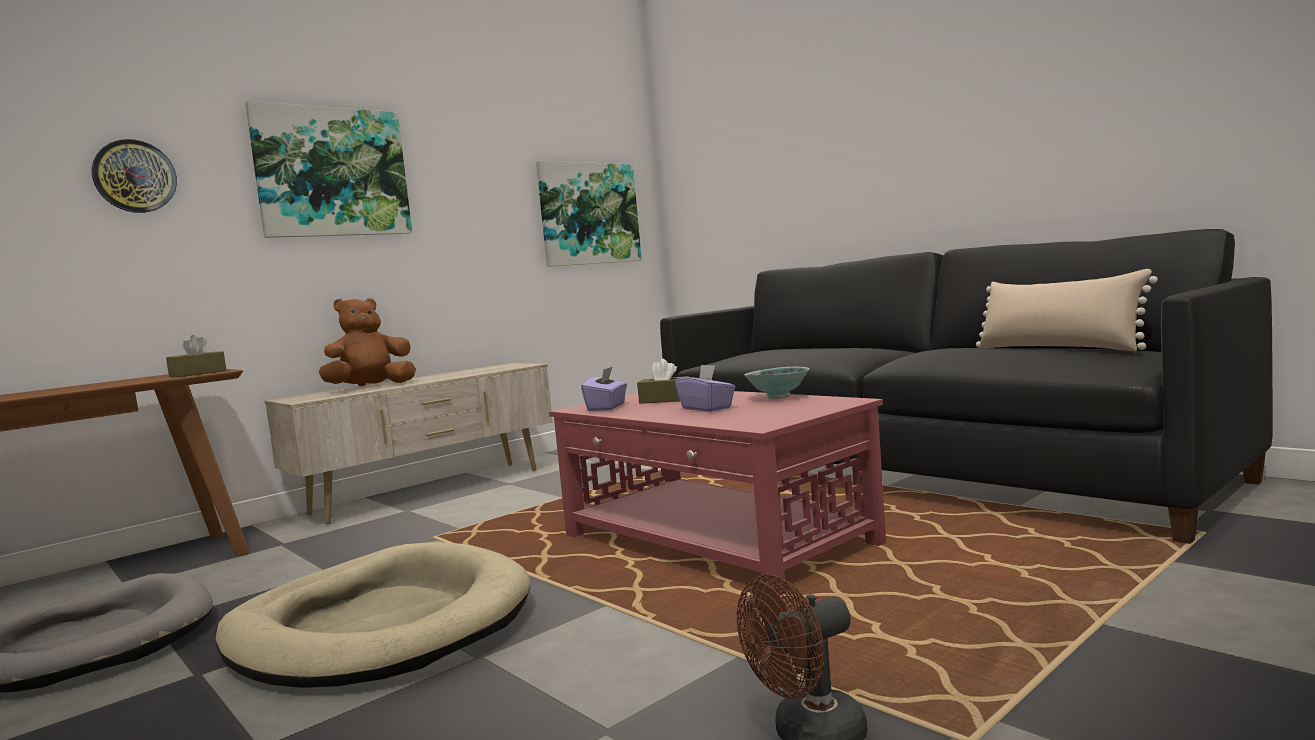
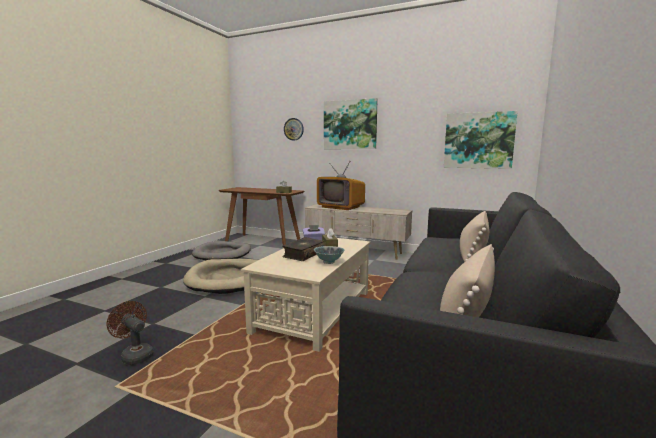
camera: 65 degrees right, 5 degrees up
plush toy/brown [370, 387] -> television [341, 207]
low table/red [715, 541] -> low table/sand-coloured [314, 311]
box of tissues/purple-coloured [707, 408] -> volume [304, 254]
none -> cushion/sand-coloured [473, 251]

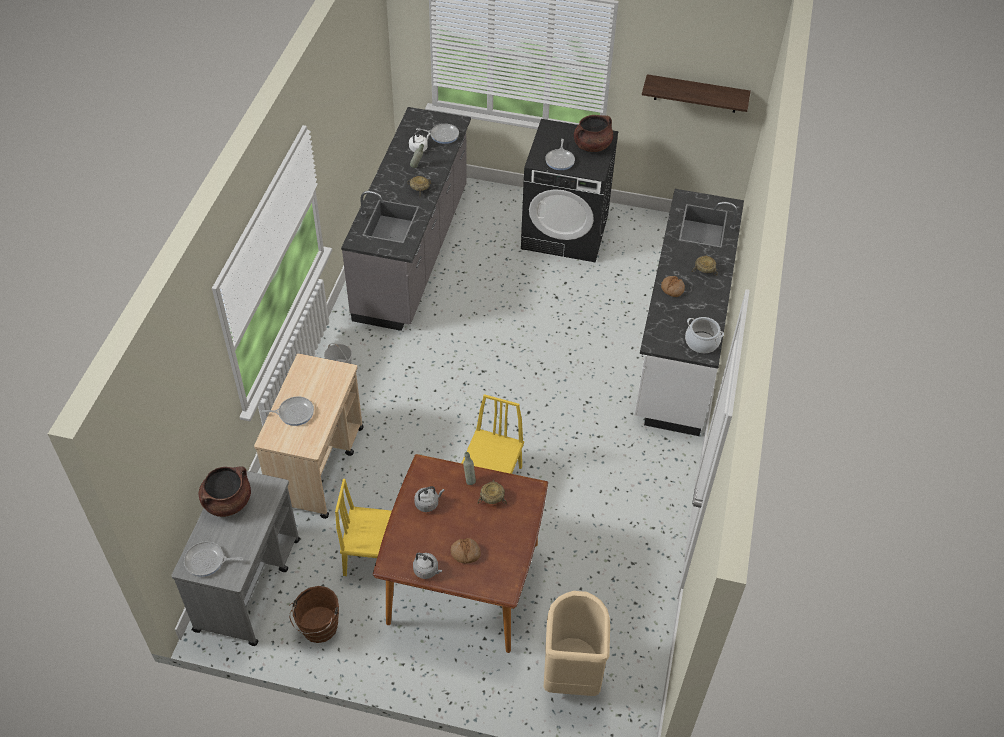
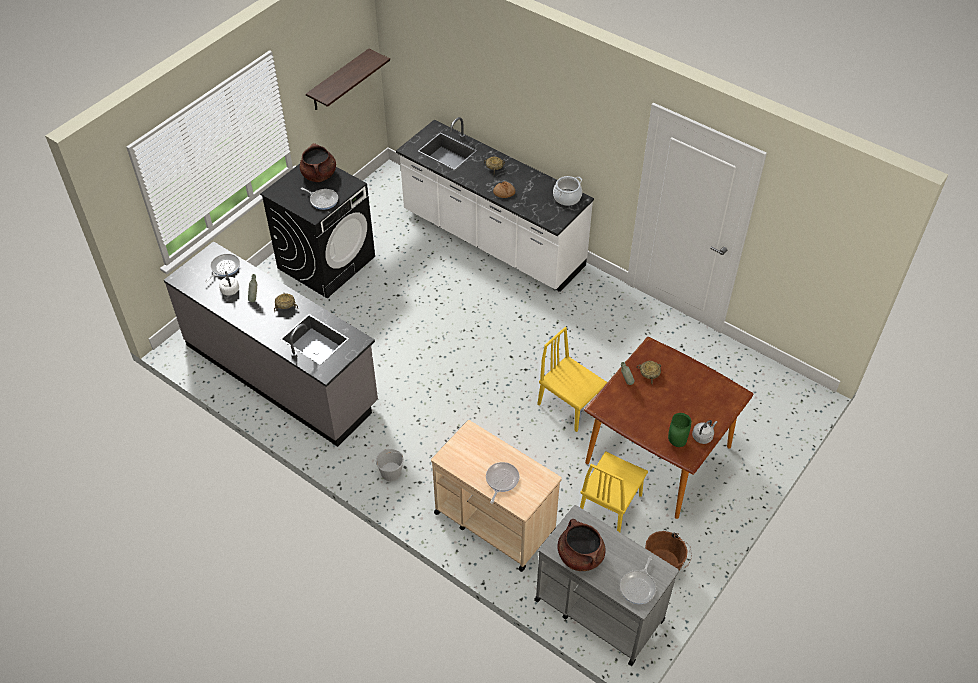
camera: 65 degrees left, 0 degrees up
tea kettle/grey [428, 503] -> none
baked bread [465, 553] -> none
rubbish bin/sand-coloured [570, 674] -> none
none -> decorative vase/green [677, 443]

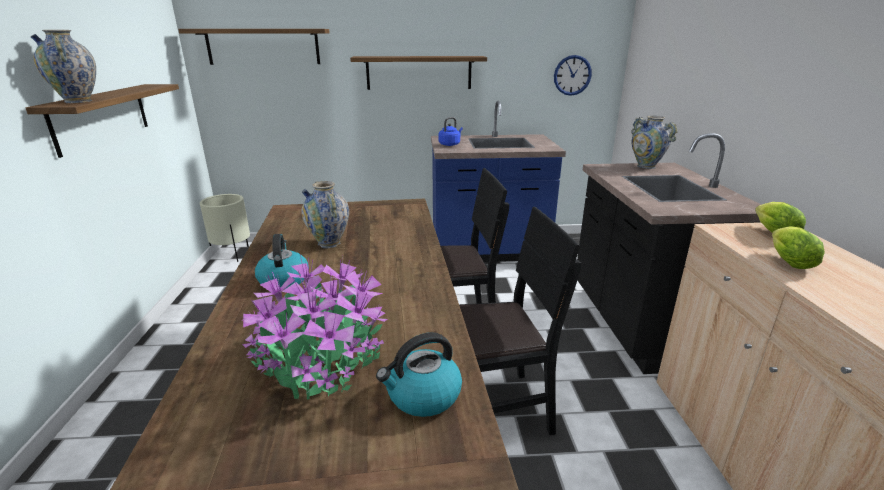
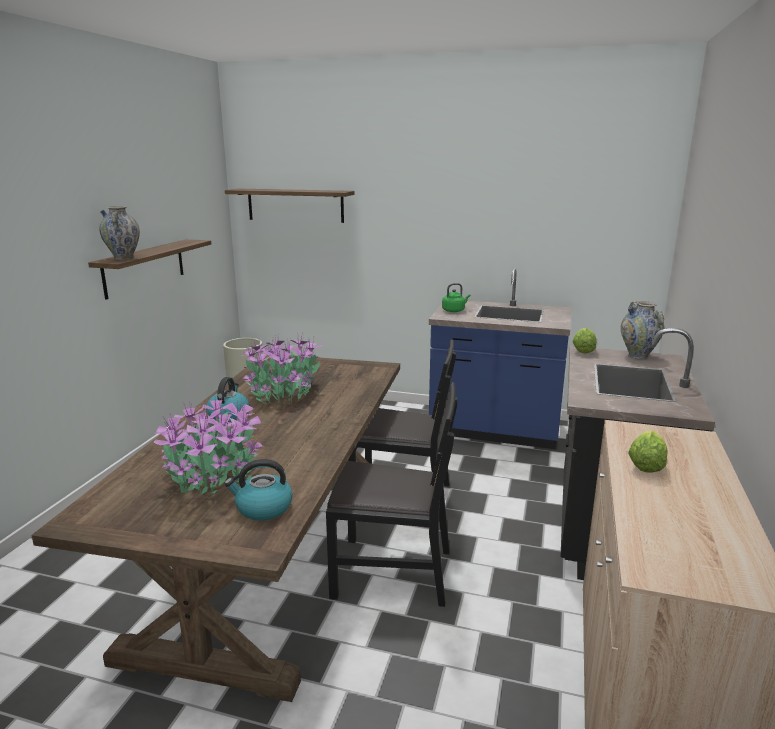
camera: 20 degrees right, 5 degrees down
decorative vase [329, 243] -> plant in a pot [283, 392]
shelf [419, 72] -> none
tea kettle/blue [450, 144] -> tea kettle/green [454, 310]
hanging clock [572, 75] -> none
lettuce head [771, 232] -> lettuce head [583, 350], shifted

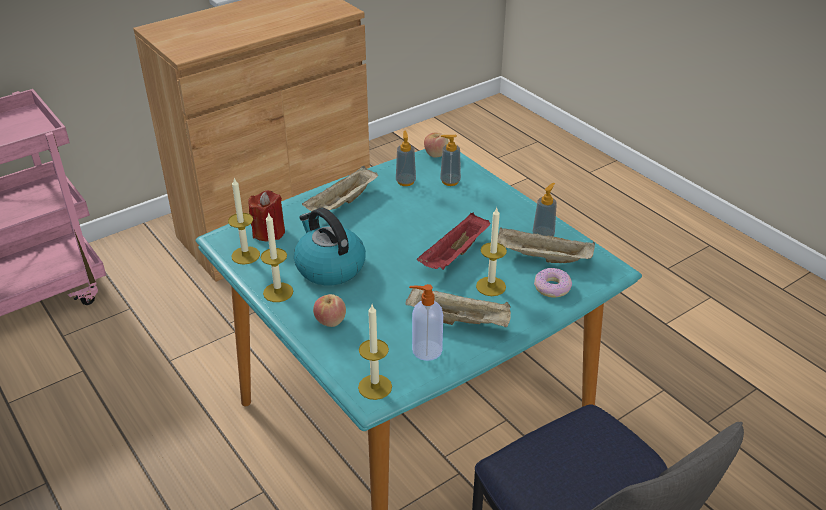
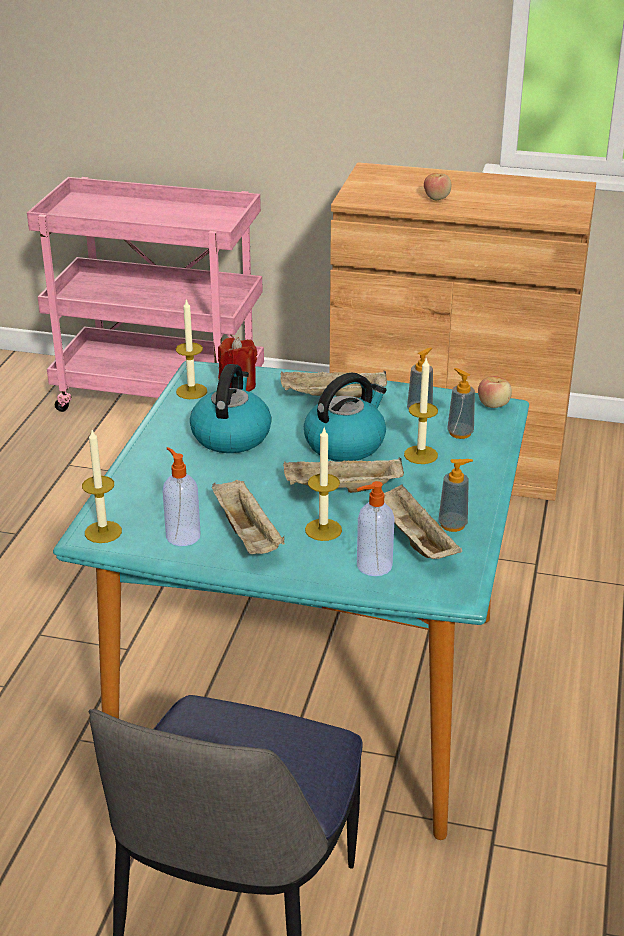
camera: 50 degrees right, 5 degrees down
wax light [278, 292] -> wax light [420, 455], shifted
apple [330, 321] -> apple [436, 198], shifted
carrying tray/red [454, 256] -> carrying tray/sand-coloured [341, 489]
ring doughnut [552, 287] -> soap dispenser [373, 566]
none -> tea kettle [345, 443]

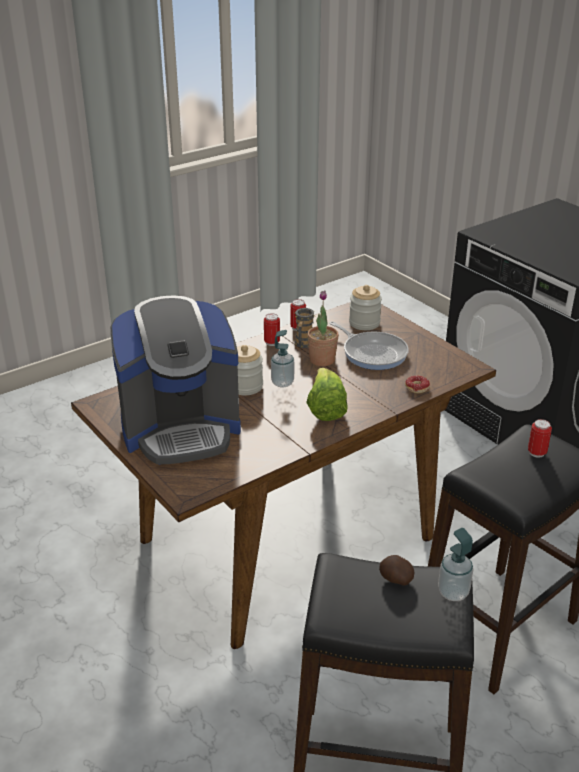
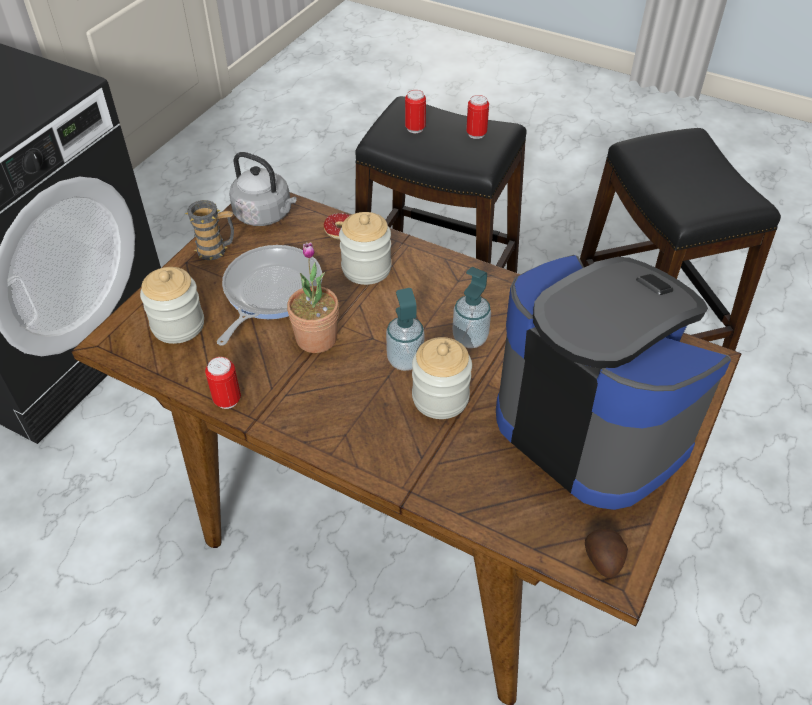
camera: 115 degrees left, 15 degrees up
sealed can [272, 342] -> sealed can [476, 134], shifted
mug [303, 345] -> mug [217, 250], shifted
lettuce head [325, 409] -> none
spud [395, 579] -> spud [603, 561], shifted
soap dispenser [453, 592] -> soap dispenser [470, 338], shifted
none -> tea kettle/grey [265, 215]
none -> storage jar [366, 268]

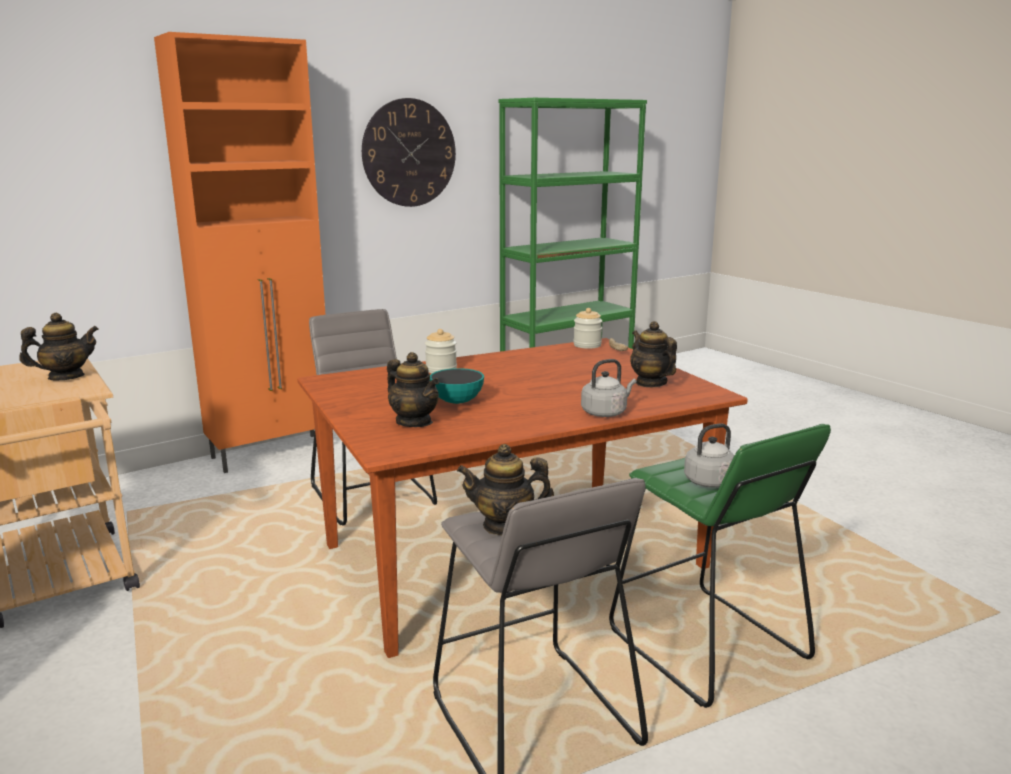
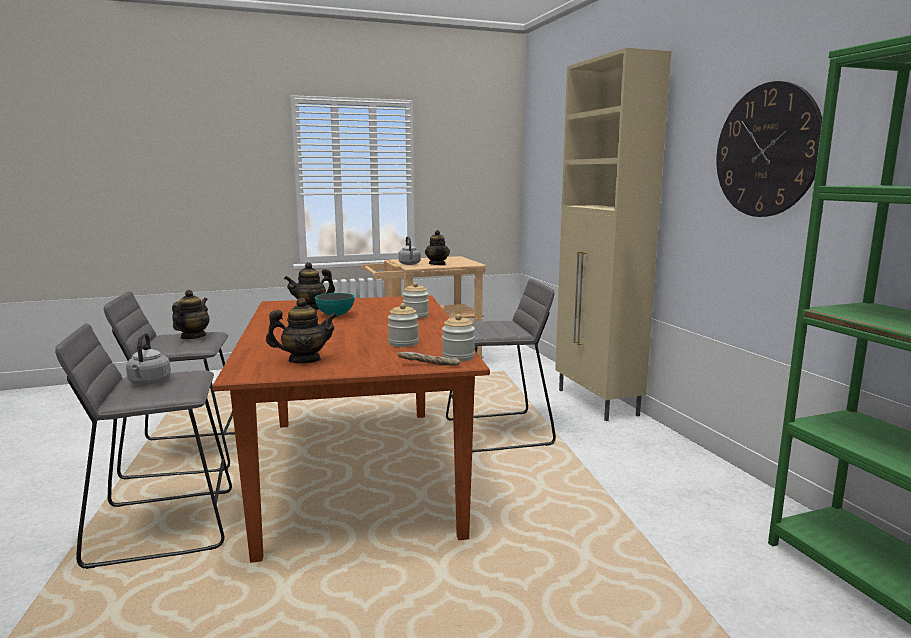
camera: 105 degrees right, 5 degrees down
storage cabinet/orangey [273, 453] -> storage cabinet/sand-coloured [597, 403]
tea kettle/grey [606, 412] -> tea kettle/grey [409, 264], shifted
stool/green [705, 645] -> stool/grey [163, 526]
none -> storage jar [403, 343]

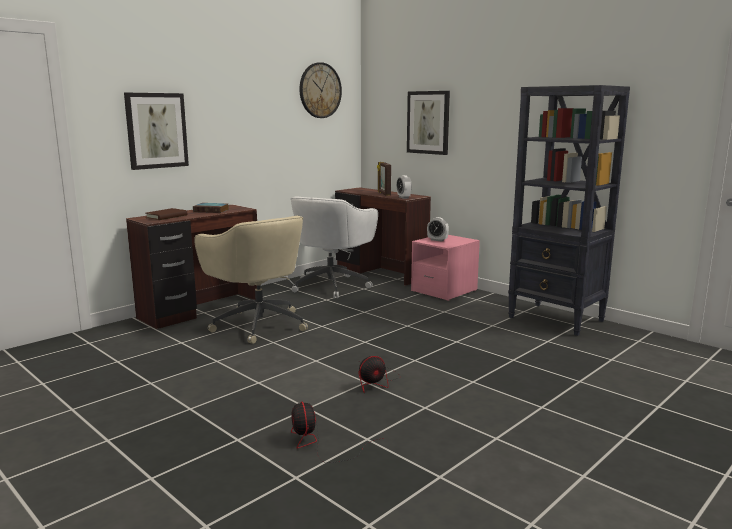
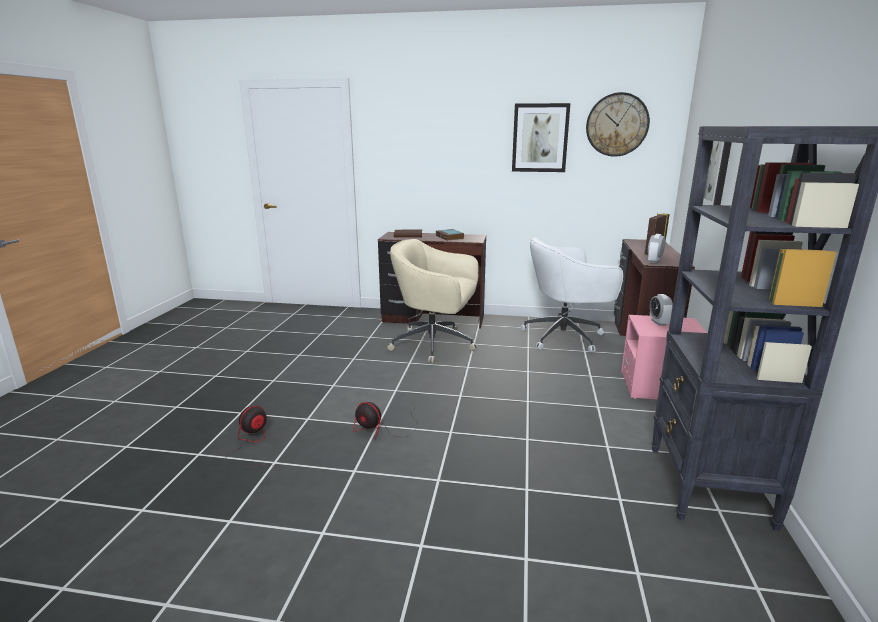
camera: 55 degrees right, 5 degrees up
wall art [156, 130] -> wall art [540, 138], shifted
office chair/sand-coloured [258, 324] -> office chair/sand-coloured [435, 345], 90 degrees clockwise

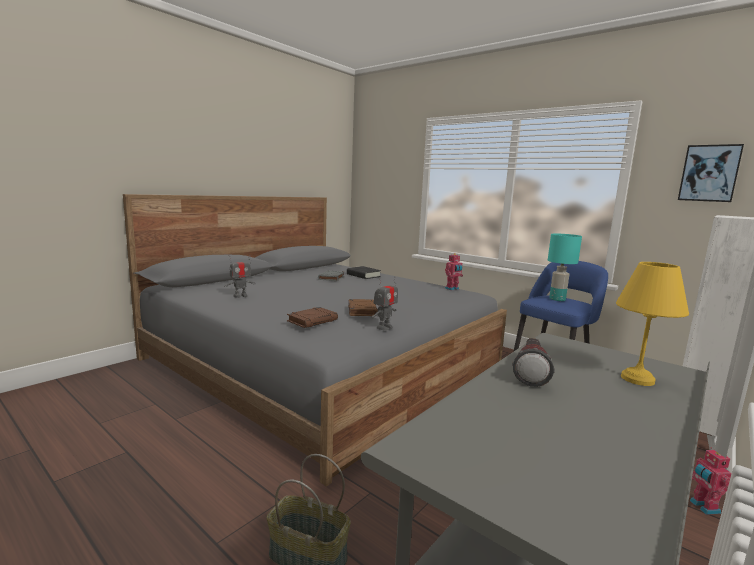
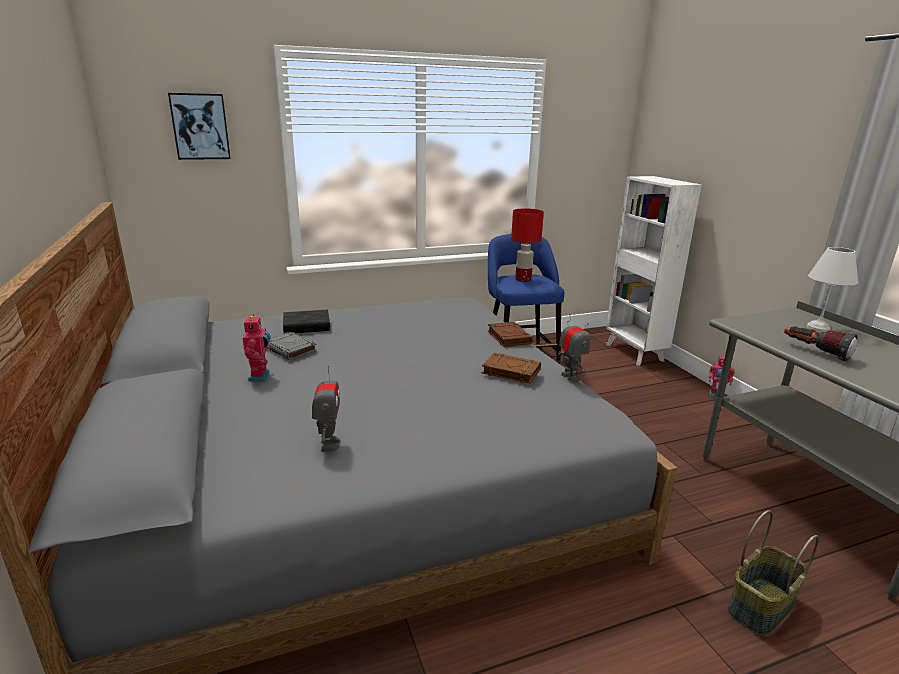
camera: 60 degrees left, 10 degrees up
volume/brown [312, 320] -> volume/brown [508, 337], shifted
model robot [452, 289] -> model robot [260, 376], shifted
lamp for a table/turquoise [557, 299] -> lamp for a table/red [523, 279]
lamp for a table/yellow-coloured [638, 380] -> lamp for a table/white-coloured [819, 328]
wall art [709, 173] -> wall art [200, 126], shifted

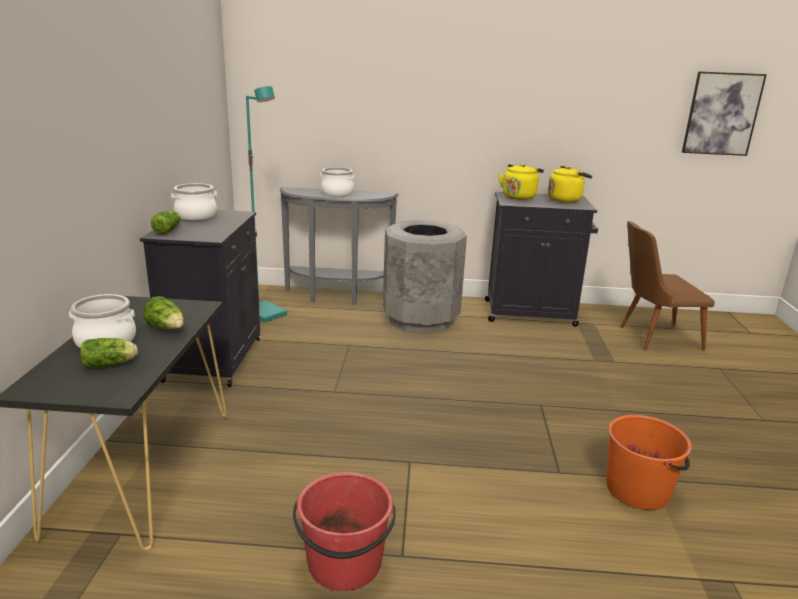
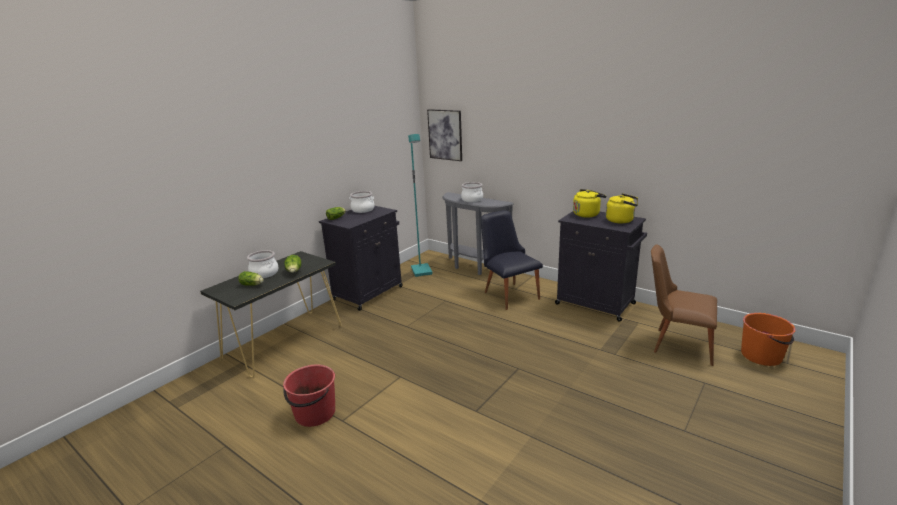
camera: 35 degrees right, 0 degrees up
rubbish bin/grey [420, 320] -> plain chair/black-coloured [508, 293]
water bucket/orangey [638, 489] -> water bucket/orangey [762, 356], shifted
wall art [722, 114] -> wall art [445, 135], shifted

